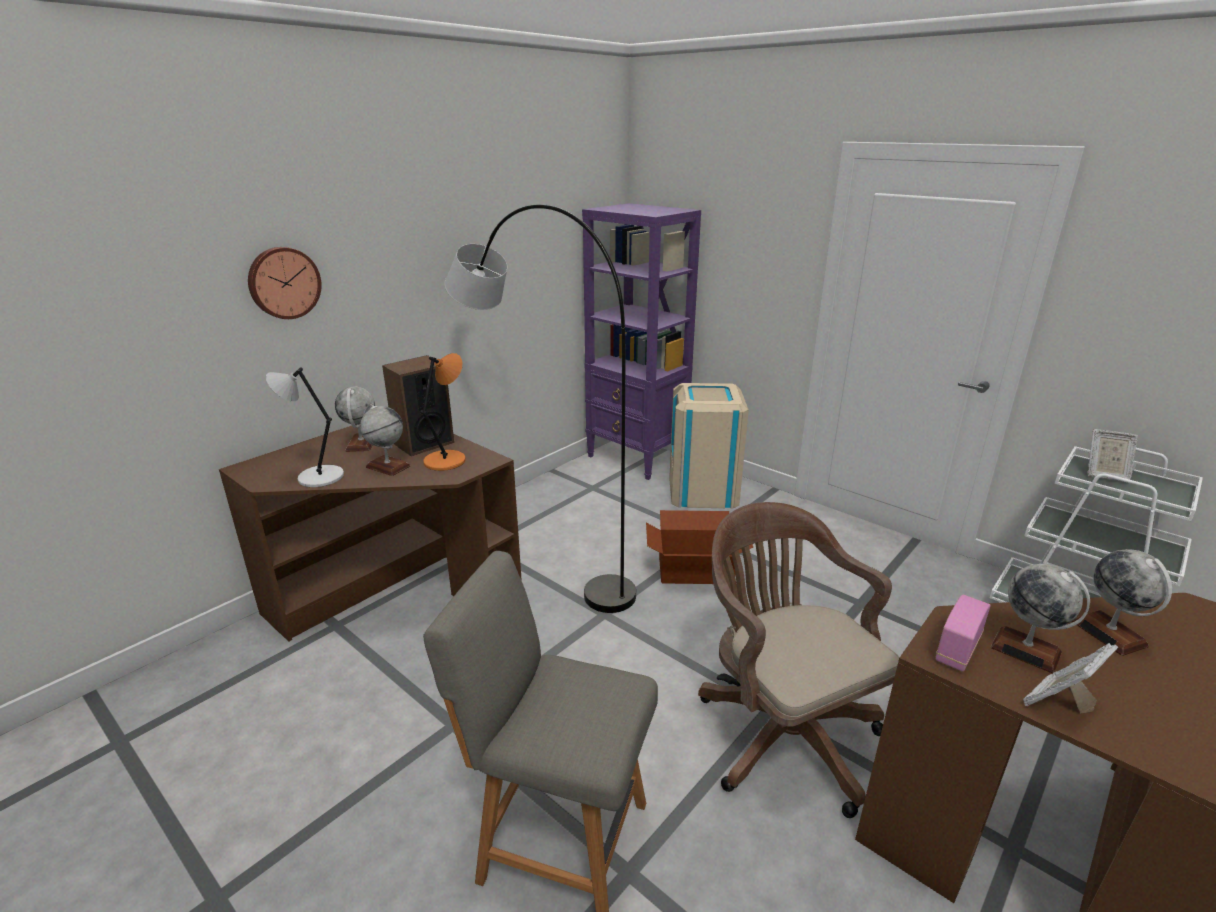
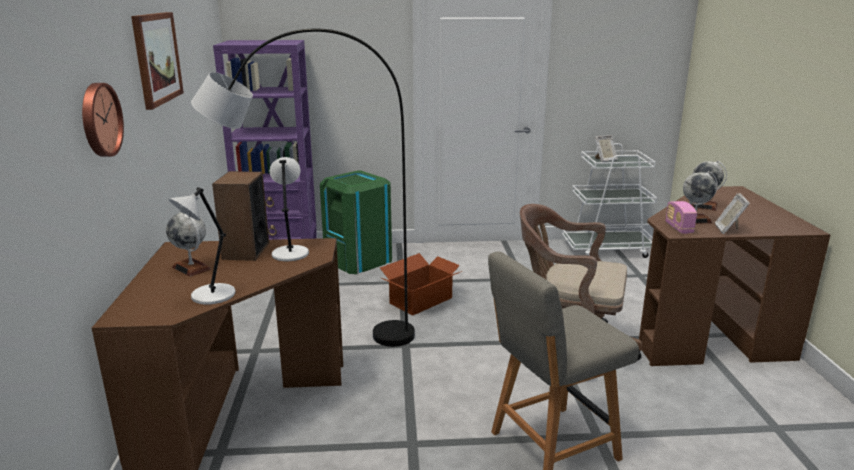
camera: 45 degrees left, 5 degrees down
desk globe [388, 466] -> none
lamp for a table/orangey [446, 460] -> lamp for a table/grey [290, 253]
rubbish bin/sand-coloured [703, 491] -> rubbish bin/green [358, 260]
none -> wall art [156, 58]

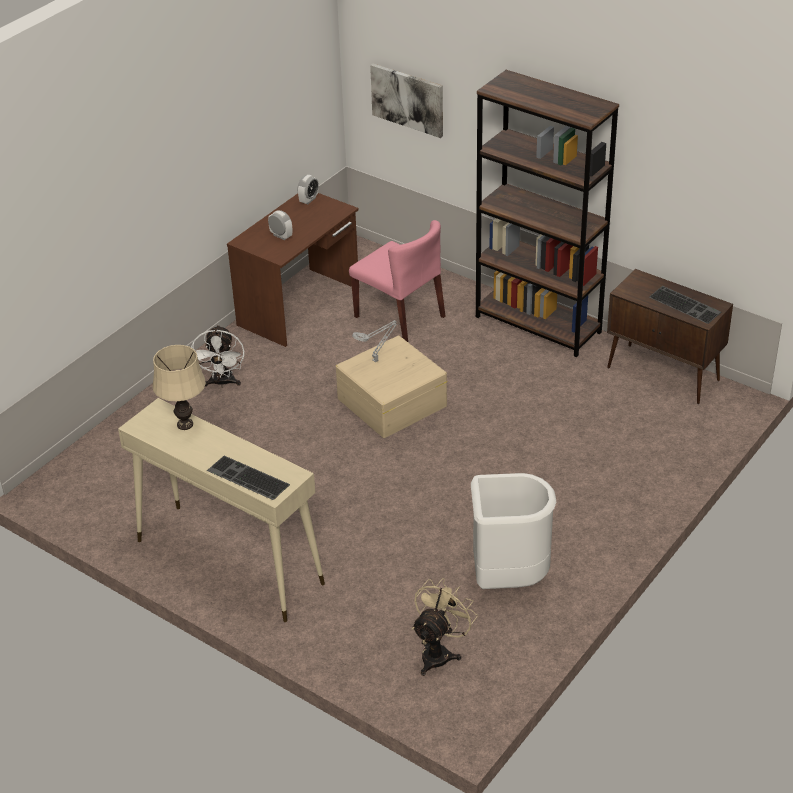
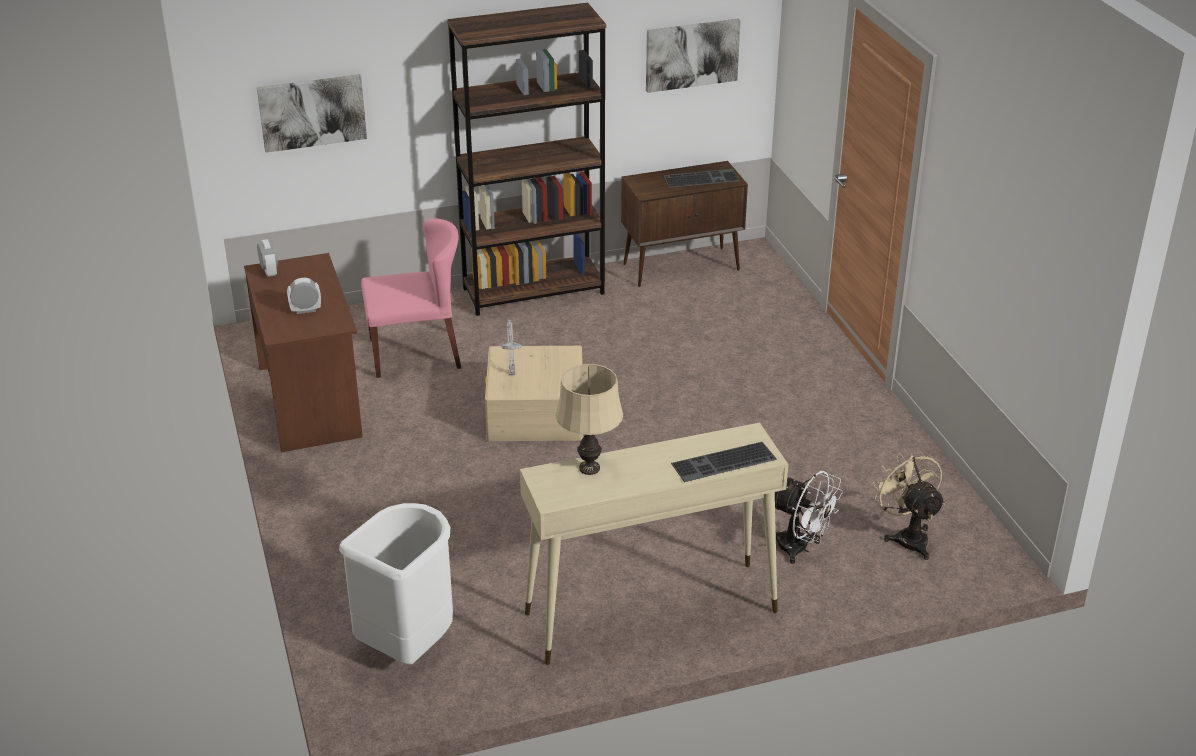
camera: 55 degrees left, 5 degrees down
cooling fan/white-coloured [222, 383] -> cooling fan/white-coloured [800, 548], shifted
rubbish bin/white-coloured [508, 579] -> rubbish bin/white-coloured [407, 645], shifted
none -> wall art [691, 54]

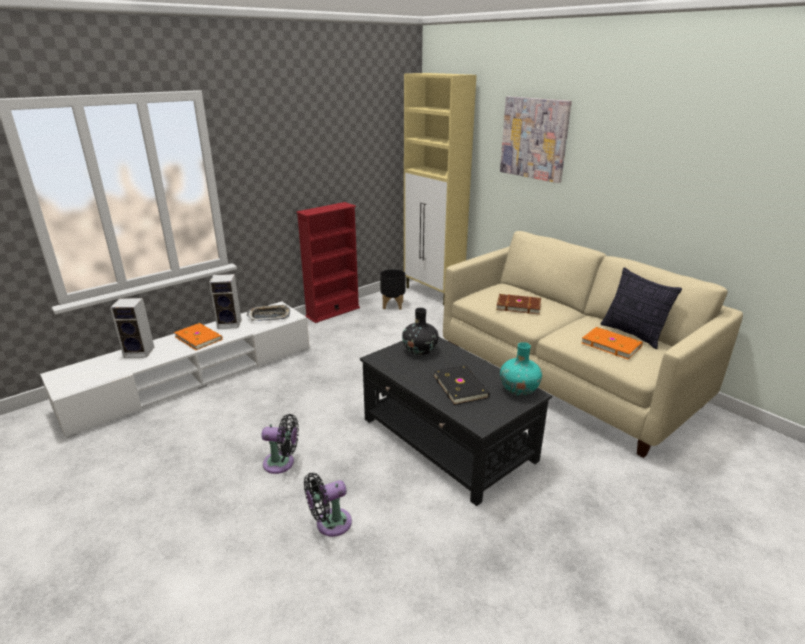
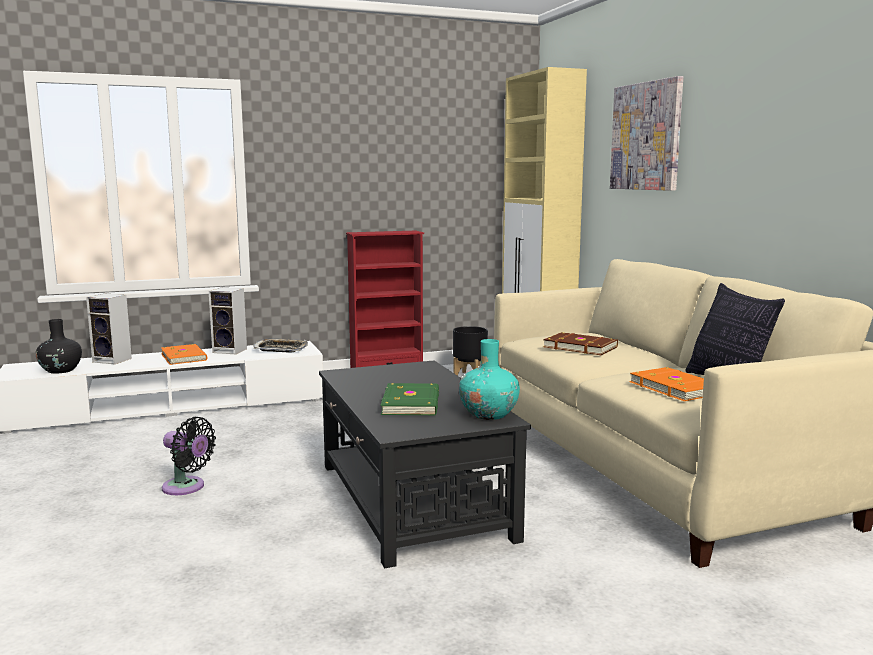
camera: 20 degrees right, 15 degrees down
cooling fan/black-coloured [330, 524] -> none
decorative vase/black-coloured [420, 350] -> decorative vase/black-coloured [60, 370], shifted
volume/black-coloured [461, 386] -> volume/green [412, 403]

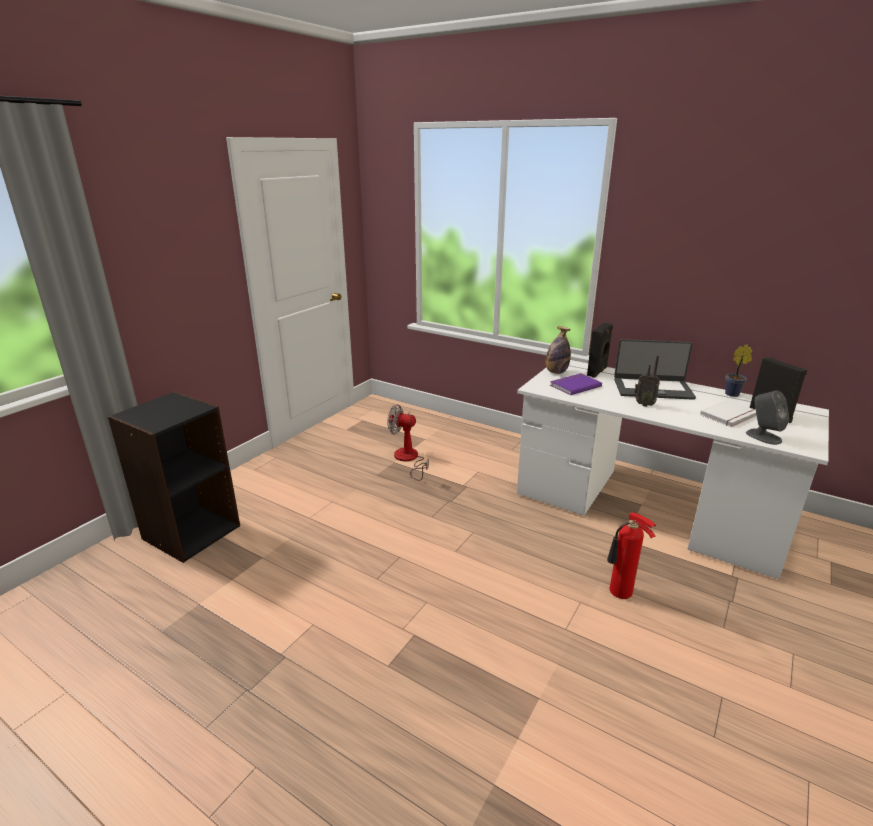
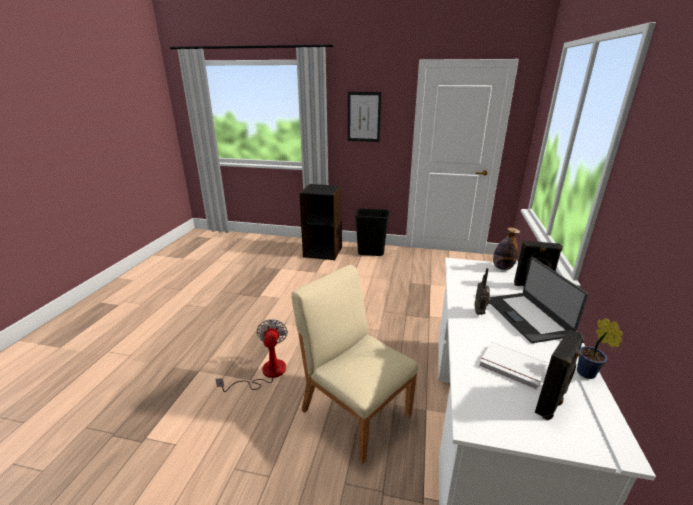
camera: 70 degrees right, 0 degrees up
cooling fan [409, 459] -> cooling fan [266, 373], shifted
volume/purple-coloured [574, 385] -> none
fire-fighting cylinder [620, 593] -> plain chair/sand-coloured [355, 411]
speaker/grey [763, 436] -> none
none -> wall art [364, 117]
none -> rubbish bin/black-coloured [371, 252]

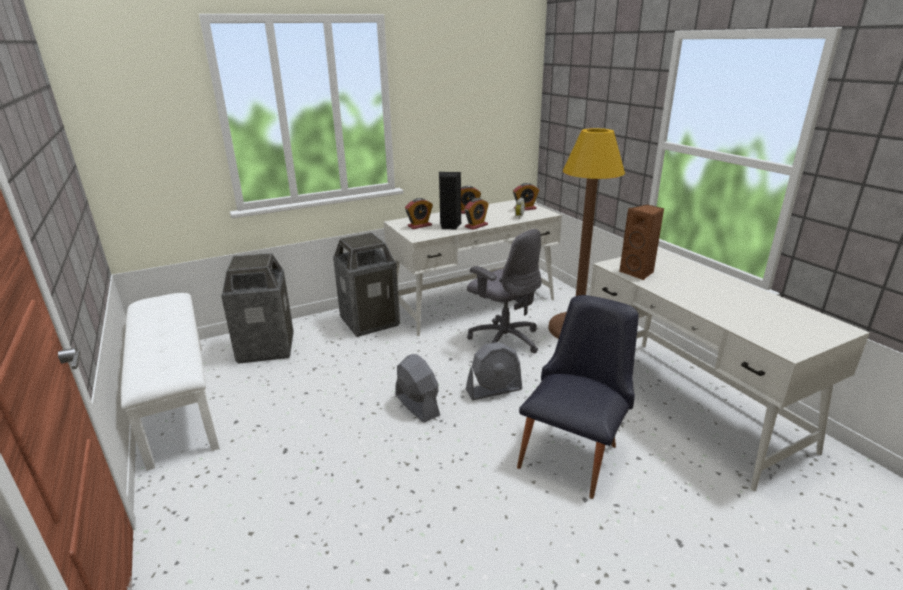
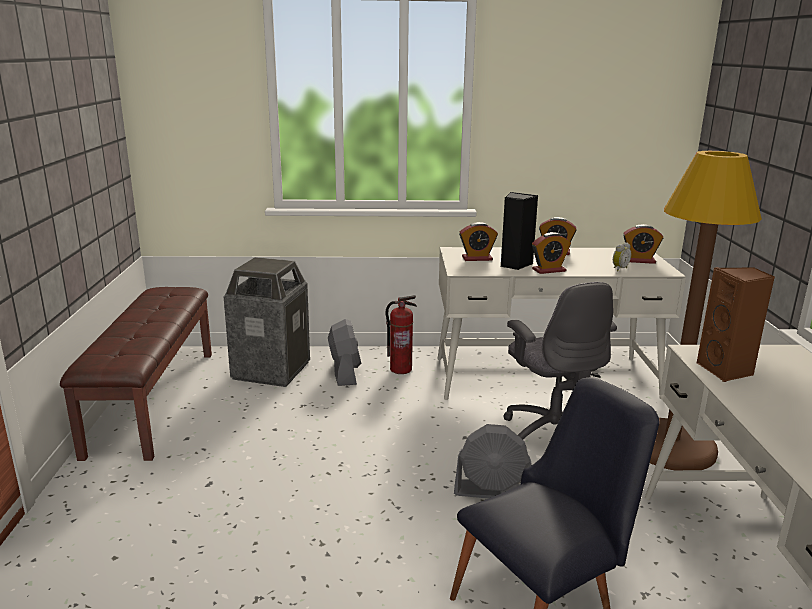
camera: 25 degrees right, 5 degrees down
long seat/white-coloured [177, 399] -> long seat/brown [153, 400]
rubbish bin [370, 321] -> fire-fighting cylinder [401, 369]
cooling fan/grey [417, 405] -> cooling fan/grey [345, 373], shifted

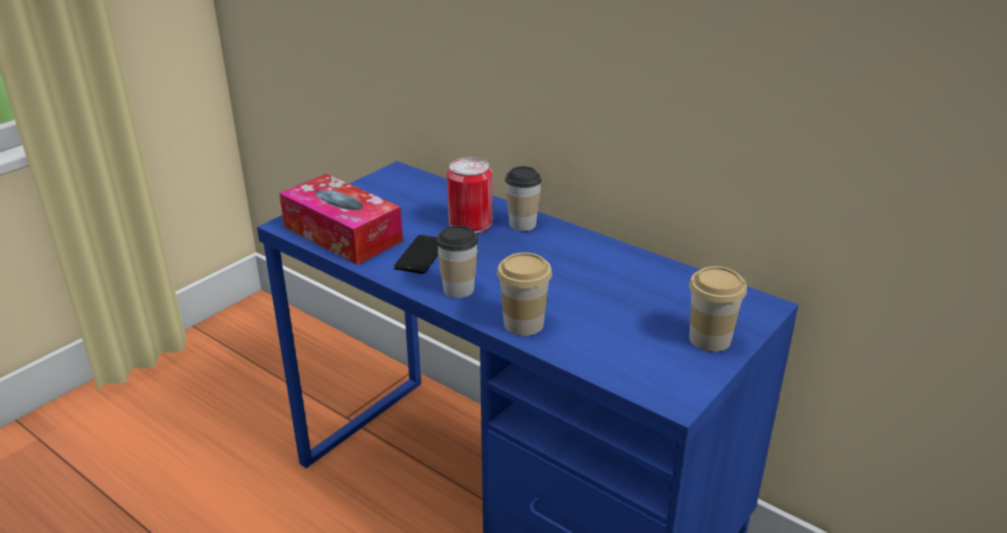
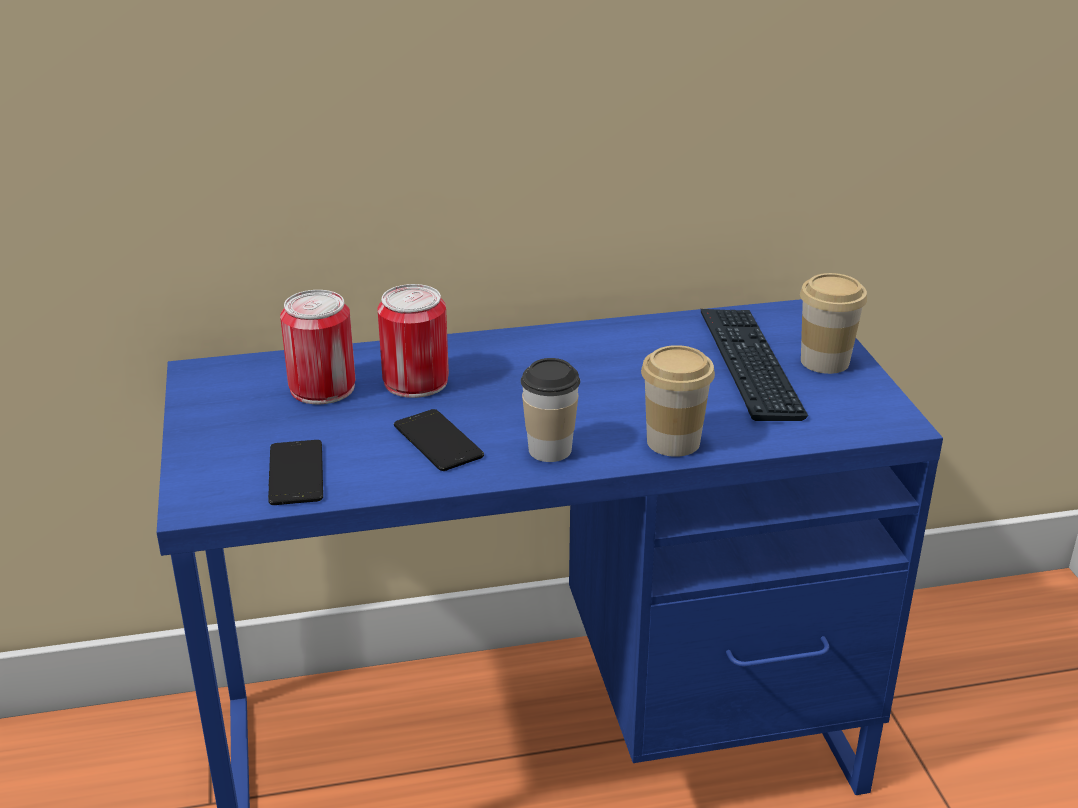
camera: 50 degrees left, 0 degrees up
box of tissues [342, 234] -> handset [296, 473]
drinking cup [522, 224] -> none
none -> sealed can [322, 387]
none -> computer keyboard [749, 365]

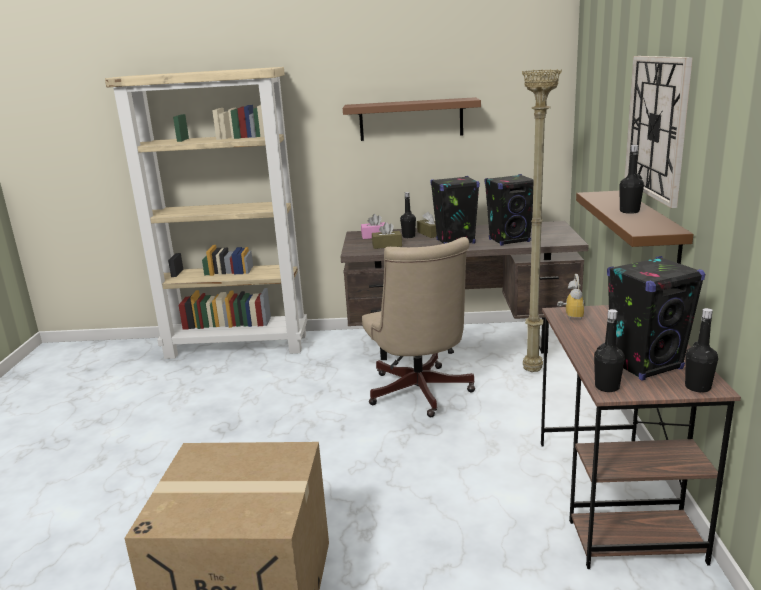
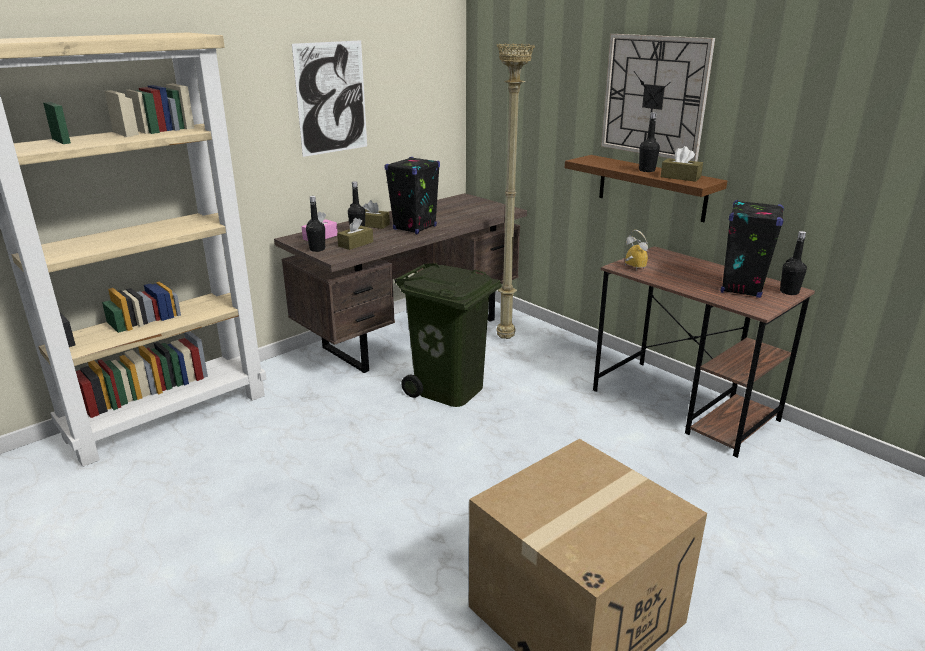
camera: 45 degrees left, 5 degrees up
shelf/brown [411, 119] -> wall art [331, 98]
office chair/sand-coloured [419, 394] -> rubbish bin/green [448, 389]
speaker/black-coloured [509, 240] -> none
bottle/black-coloured [607, 387] -> bottle/black-coloured [317, 249], shifted
none -> box of tissues/brown [680, 177]

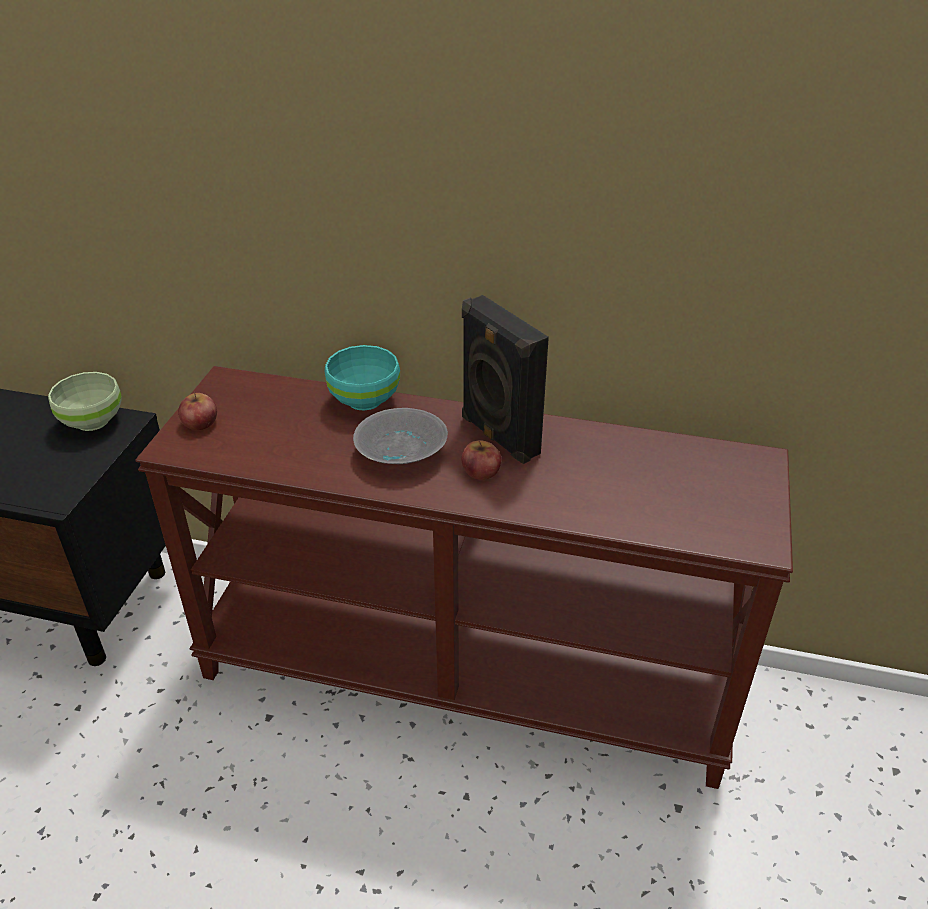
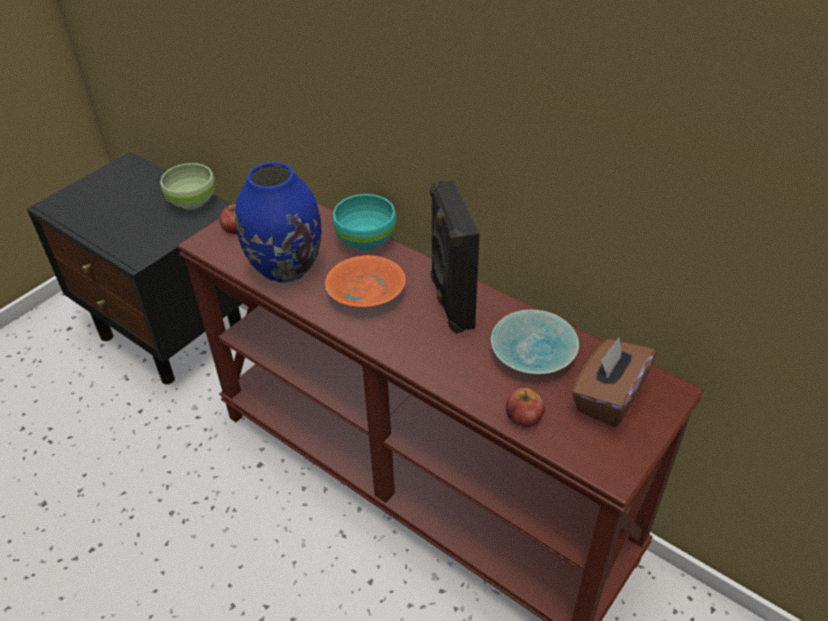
camera: 25 degrees right, 5 degrees up
bowl/grey [398, 451] -> bowl/orangey [364, 293]
apple [481, 471] -> apple [523, 416], shifted
none -> decorative vase/blue [286, 267]
none -> bowl/turquoise [535, 354]
none -> box of tissues/brown [608, 397]

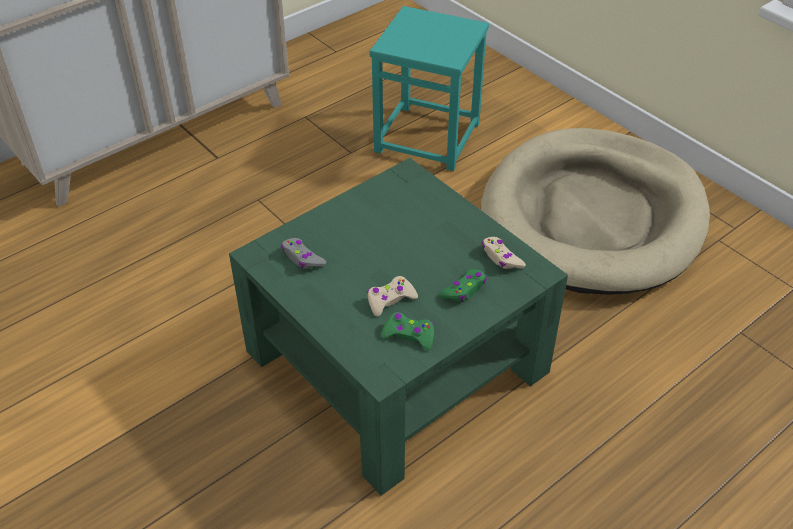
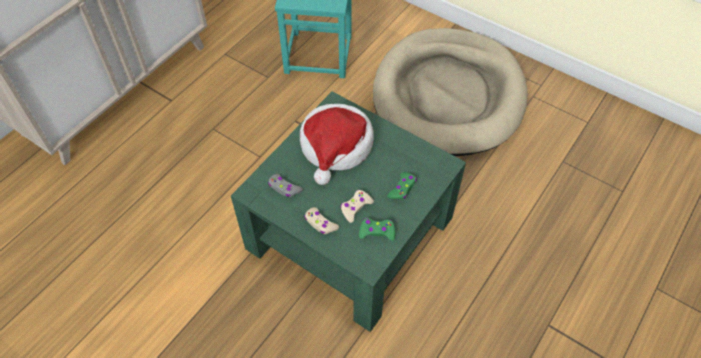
camera: 15 degrees left, 10 degrees up
joypad/sand-coloured [501, 258] -> joypad/sand-coloured [320, 224], shifted
none -> clothing hat [336, 147]

